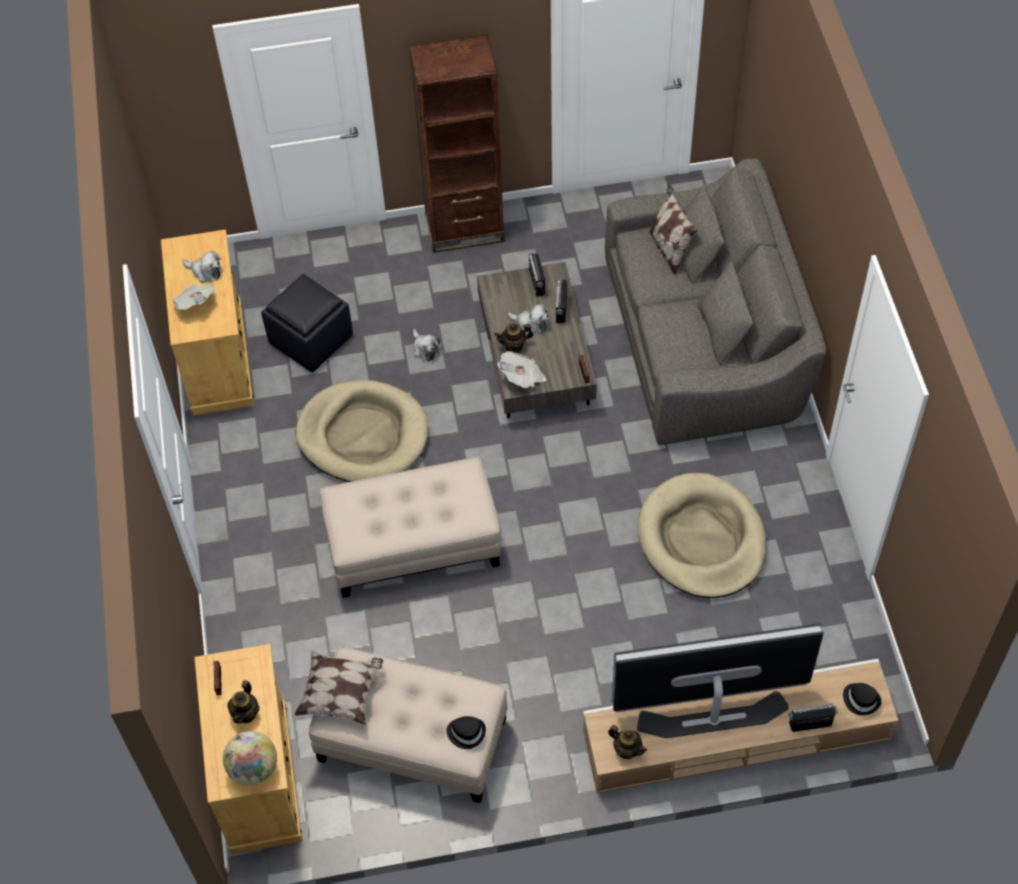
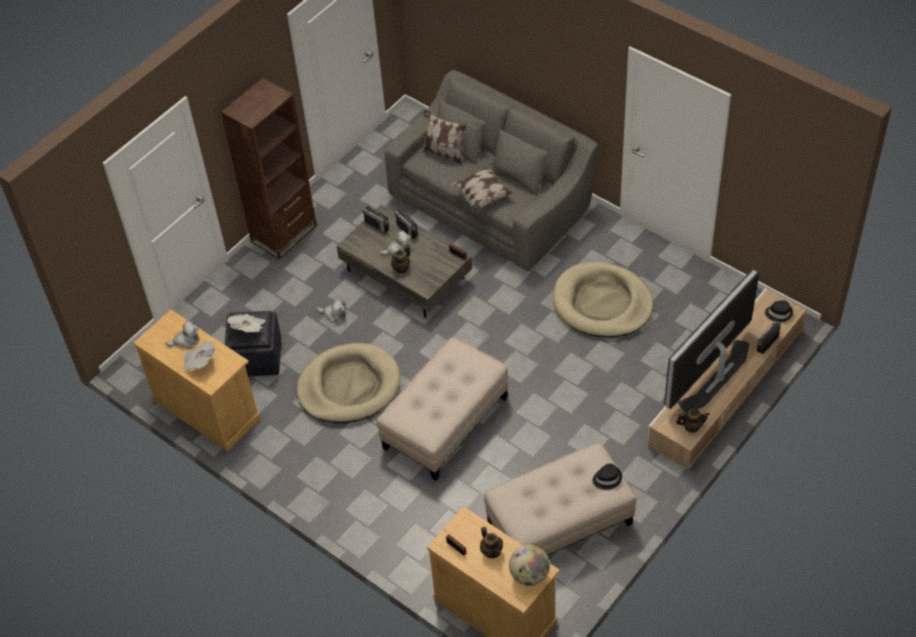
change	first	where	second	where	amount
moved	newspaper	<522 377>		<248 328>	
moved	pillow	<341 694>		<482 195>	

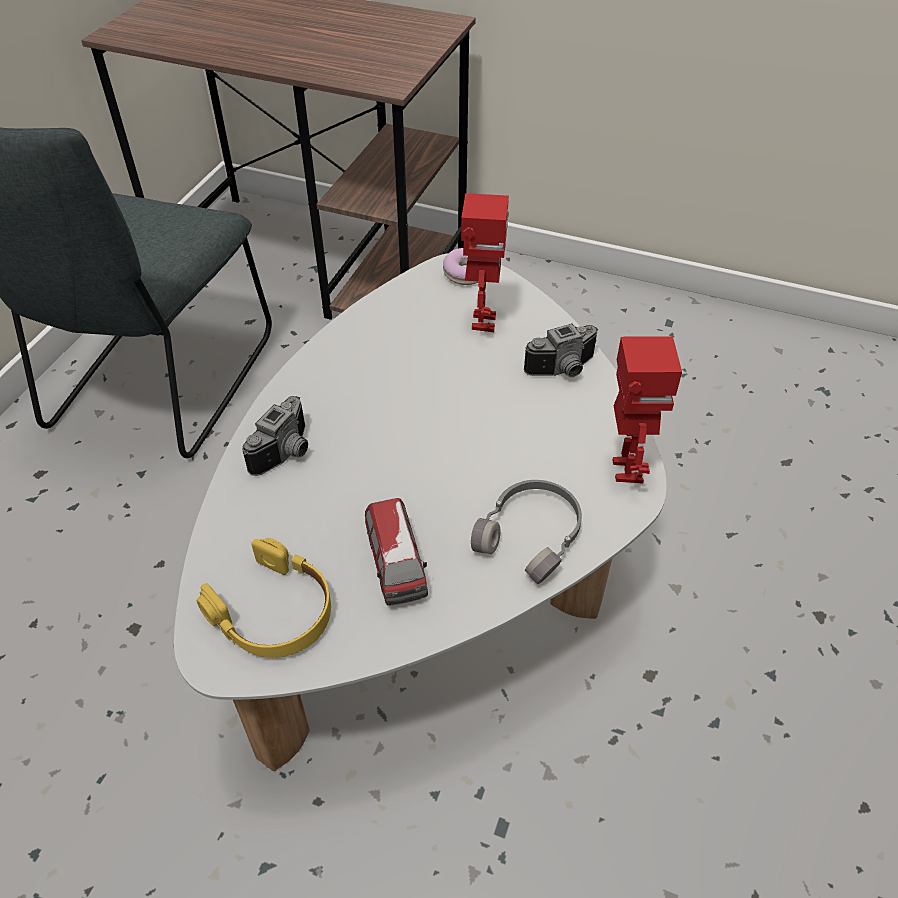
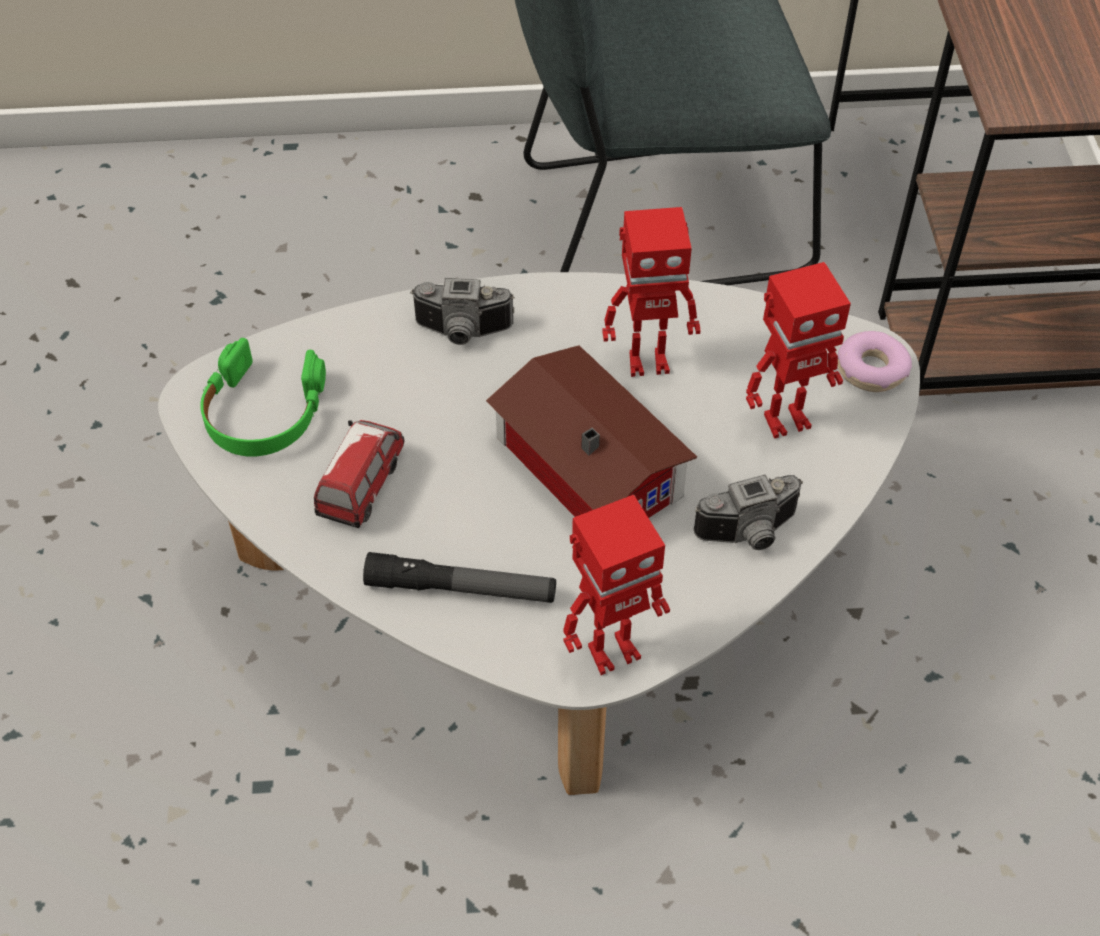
change	first	where	second	where	amount
turned	still camera	<564 370>		<751 534>	60 degrees counterclockwise
replaced	gray headset	<532 535>	hand torch	<461 588>	
turned	model car	<397 566>		<361 485>	150 degrees clockwise
recoloured	yellow headset	<274 611>	greenish headset	<263 412>	
added			toy robot	<647 361>	
added			miniature house	<589 461>	

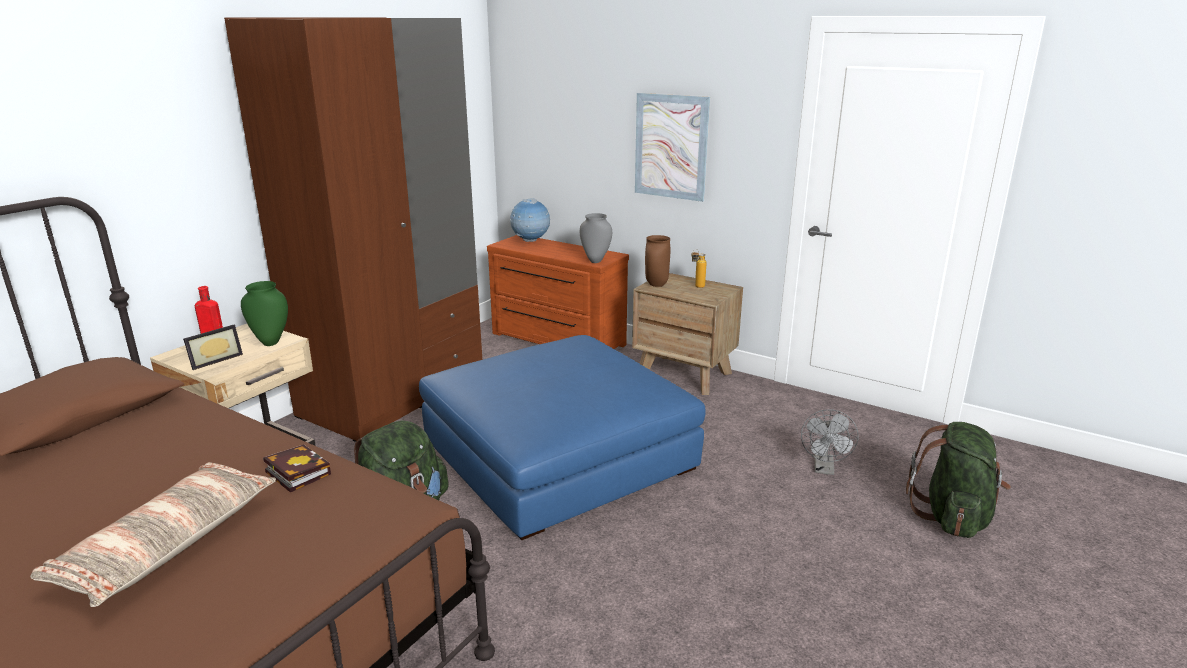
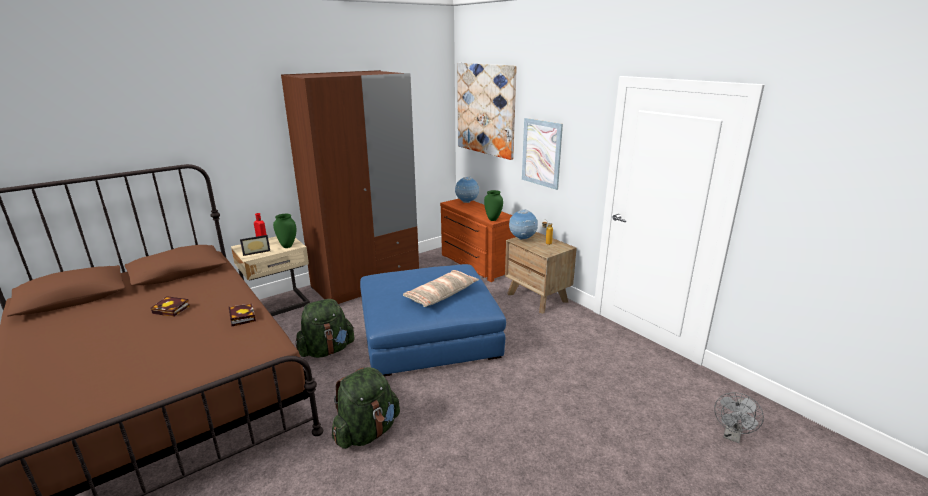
change	first	where	second	where	amount
recoloured	gray vase	<595 261>	greenish vase	<492 219>	
replaced	brownish vase	<657 285>	globe	<522 239>	
moved	gray cooling fan	<824 469>		<732 436>	
moved	greenish knapsack	<952 517>		<367 432>	
moved	pillow	<168 543>		<441 295>	
added			wall picture	<486 109>	
added			book	<173 309>	

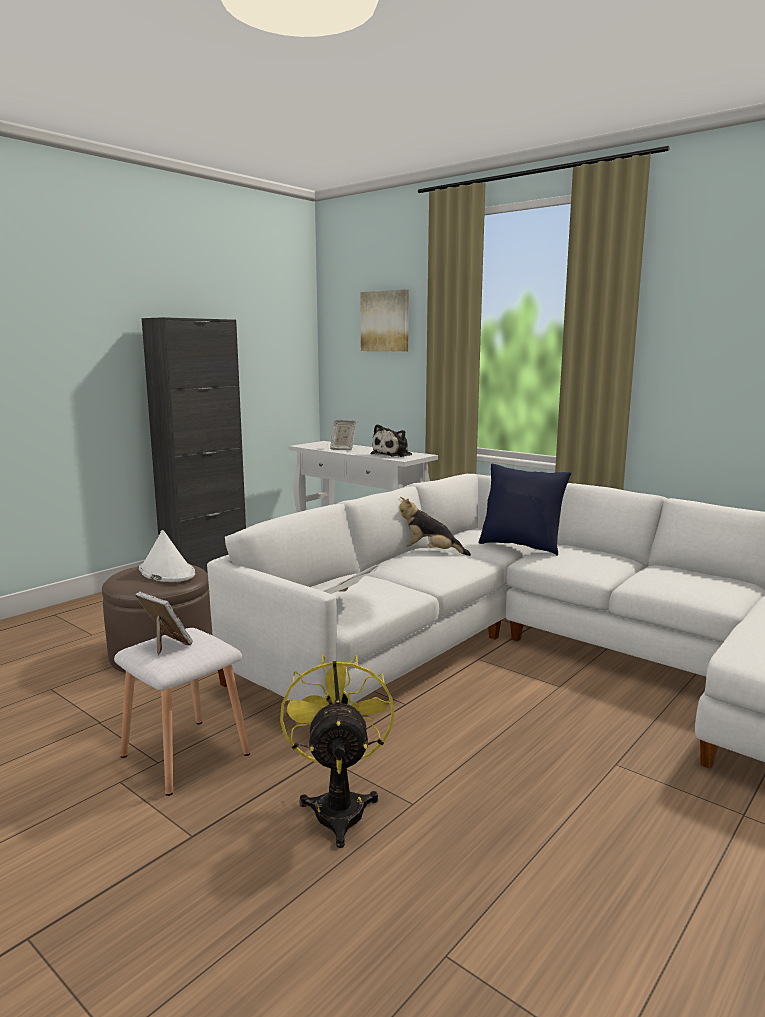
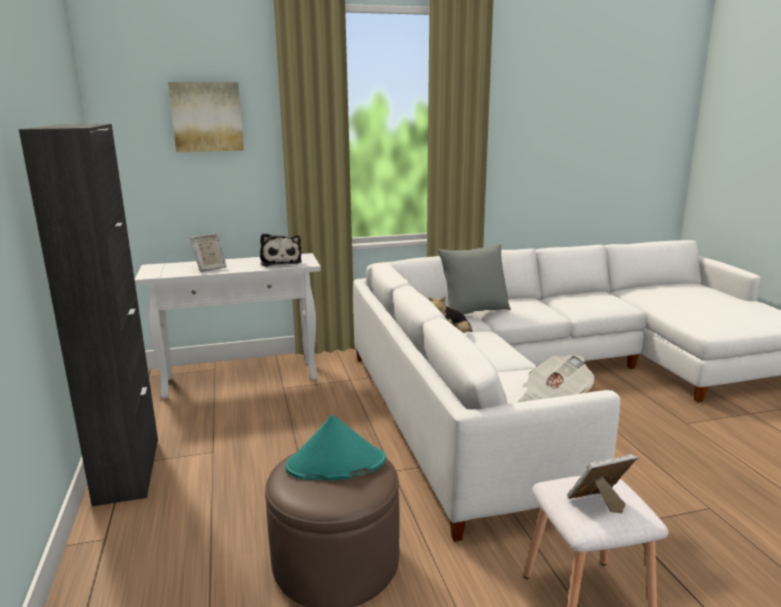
change	first	where	second	where	amount
recoloured	blue pillow	<521 546>	gray pillow	<473 312>	
recoloured	white-coloured wearable hat	<166 572>	turquoise-coloured wearable hat	<335 464>	
removed	yellow cooling fan	<339 806>			

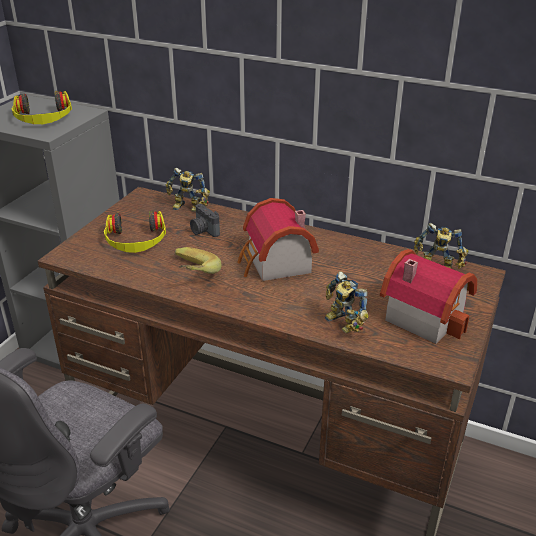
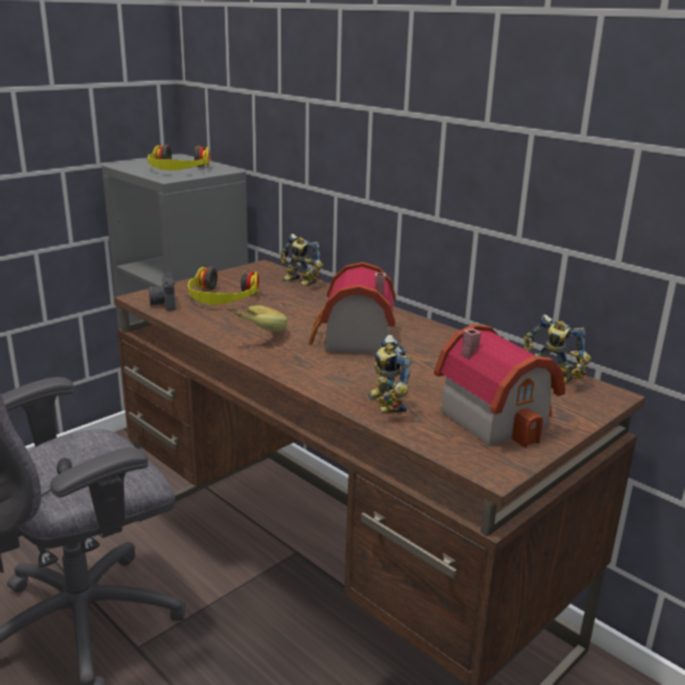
change	first	where	second	where	amount
moved	still camera	<203 231>		<163 304>	

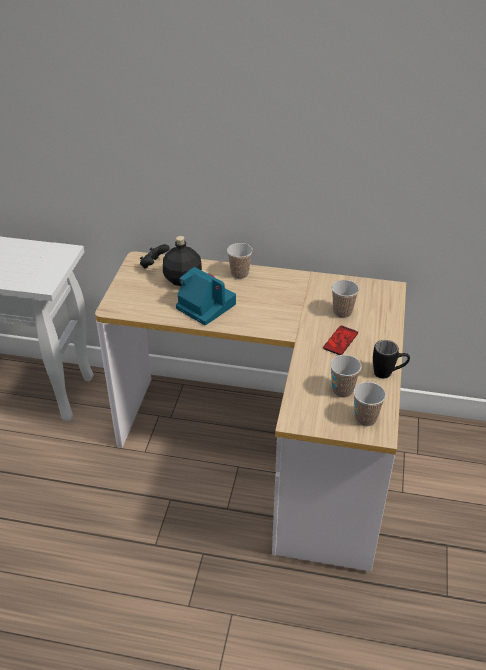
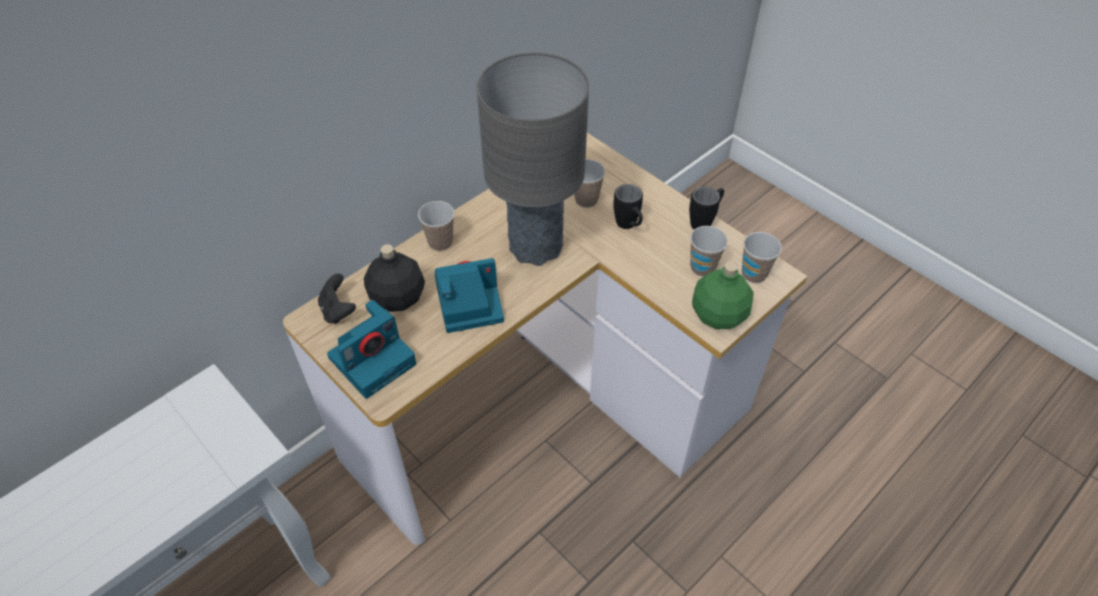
change	first	where	second	where	amount
replaced	phone	<340 341>	blackish tea mug	<629 226>	
added			gray tabletop lamp	<536 247>	
added			greenish drink bottle	<717 314>	
added			still camera	<373 359>	

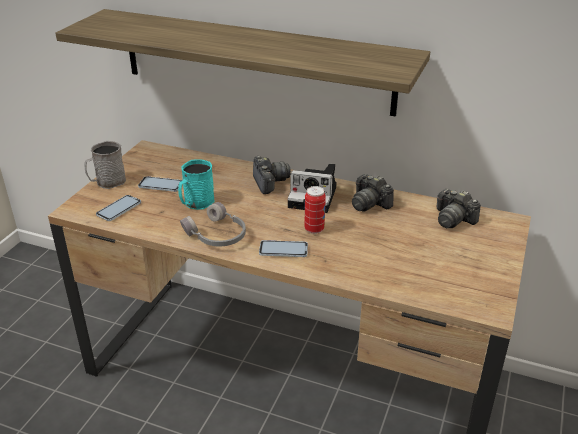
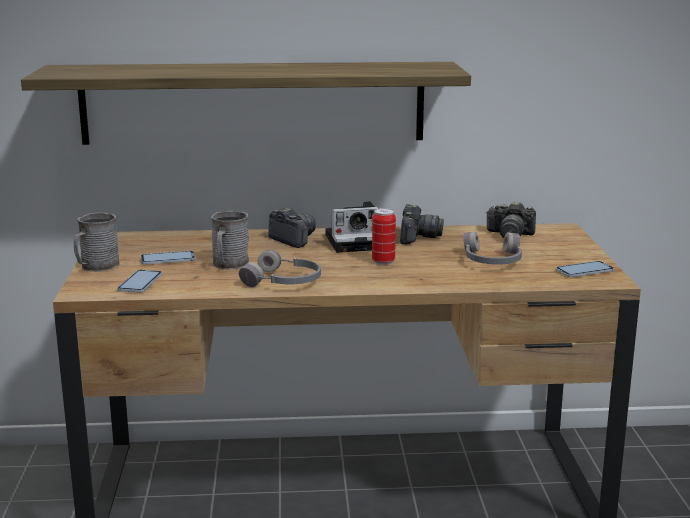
change	first	where	second	where	amount
recoloured	turquoise-coloured tea mug	<196 203>	gray tea mug	<229 265>	
turned	still camera	<369 203>		<417 237>	105 degrees counterclockwise
moved	phone	<283 250>		<584 271>	
added			gray headset	<491 260>	

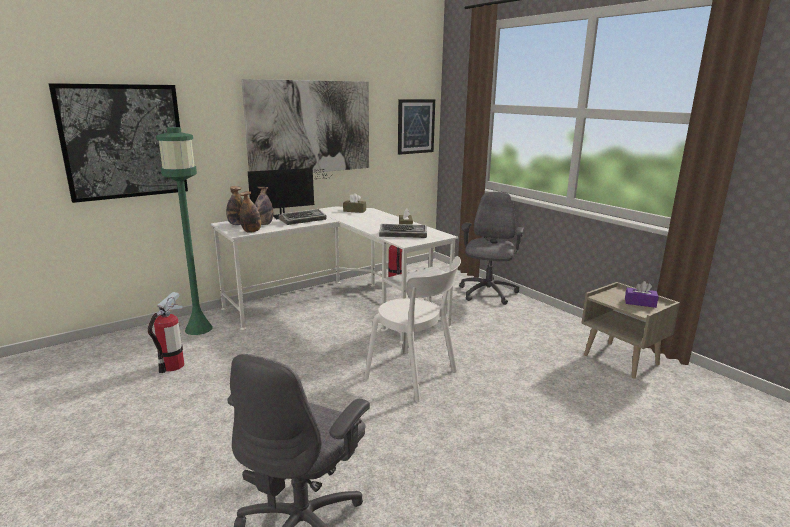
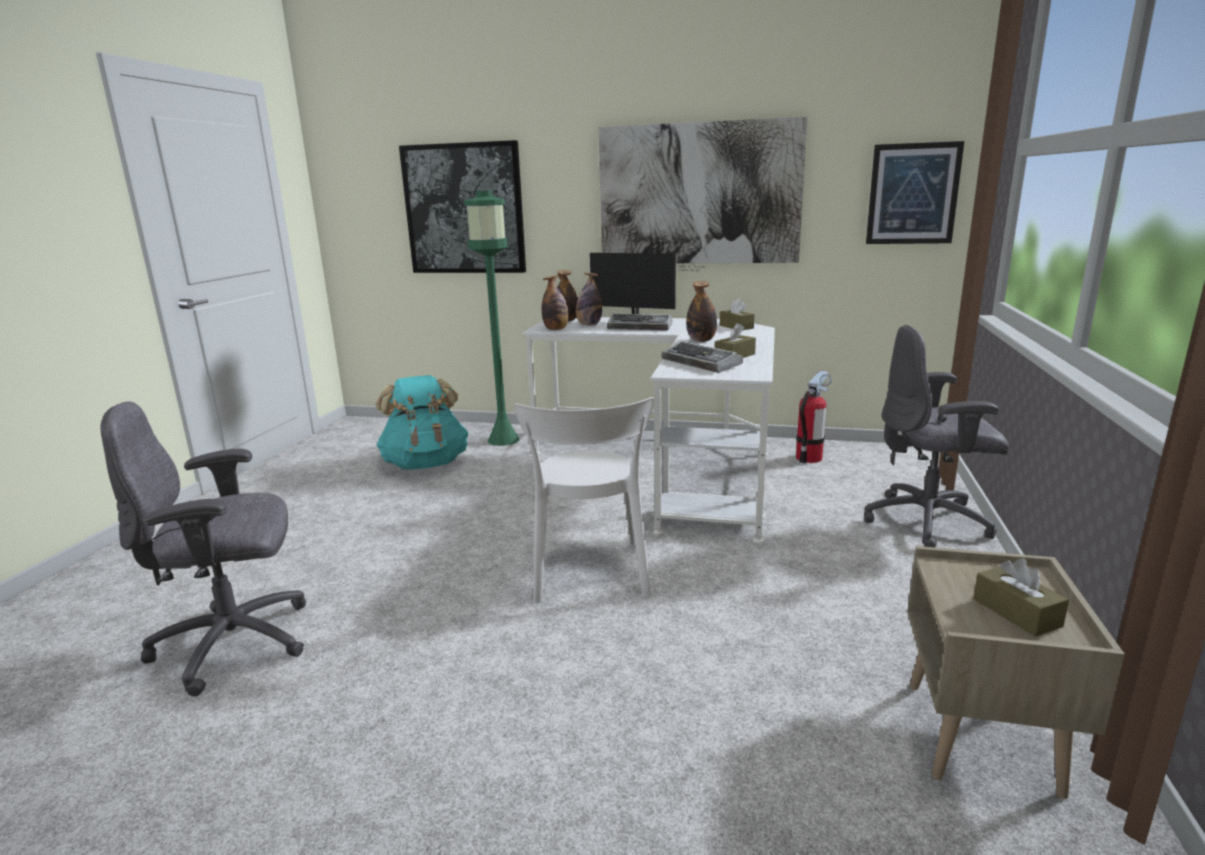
change	first	where	second	where	amount
turned	gray office chair	<487 293>		<928 522>	150 degrees counterclockwise
recoloured	purple tissue box	<640 303>	brownish tissue box	<1016 612>	
replaced	fire extinguisher	<172 366>	turquoise-coloured knapsack	<426 464>	
added			drink bottle	<701 340>	

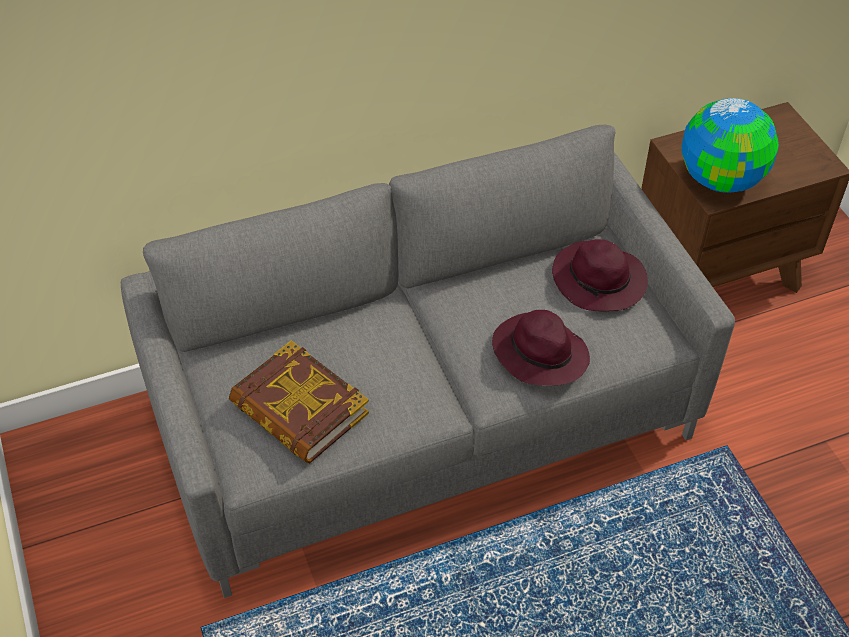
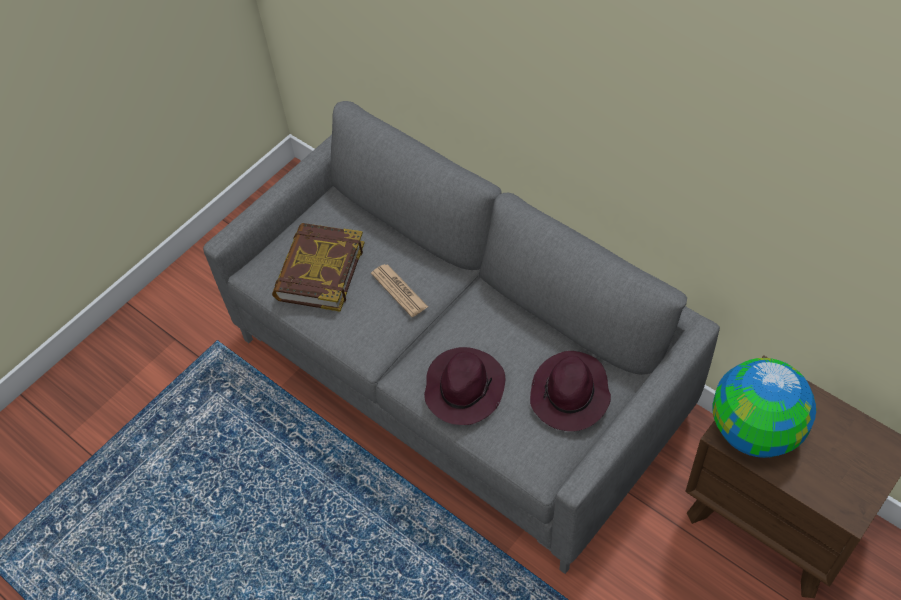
change	first	where	second	where	amount
added			newspaper	<399 290>	

